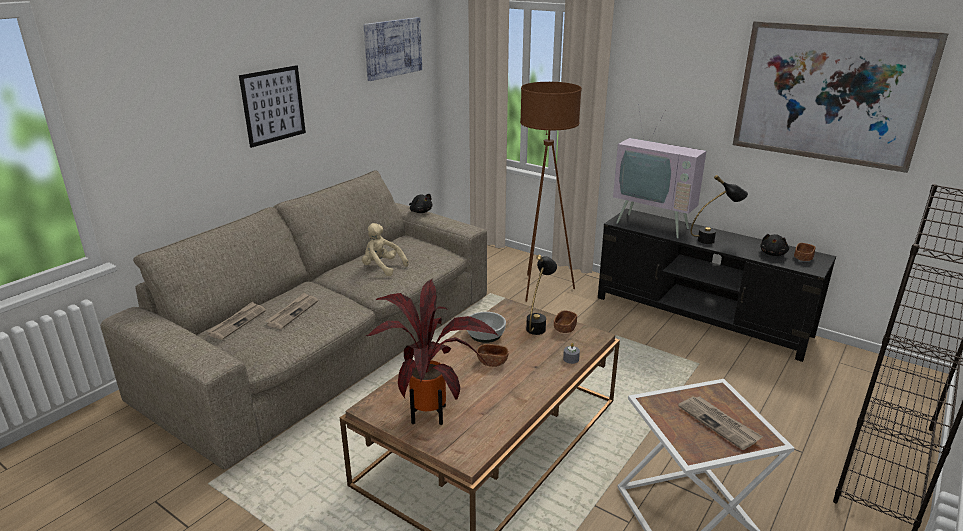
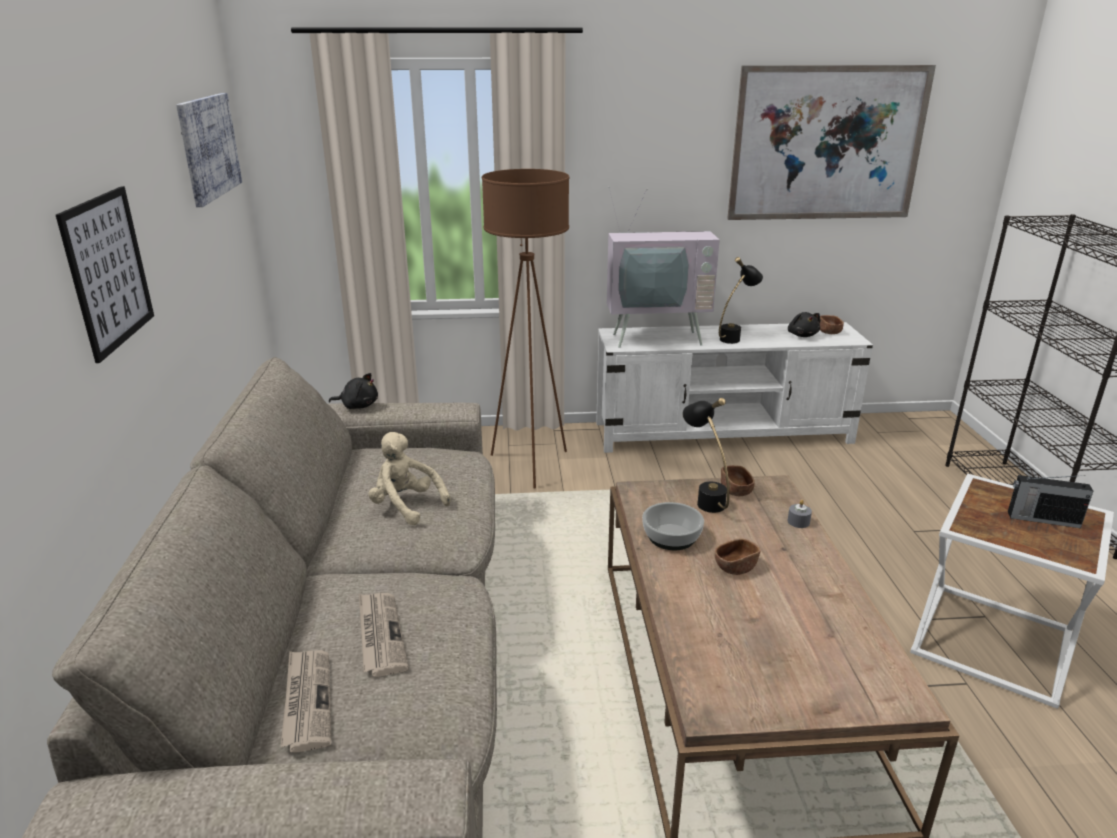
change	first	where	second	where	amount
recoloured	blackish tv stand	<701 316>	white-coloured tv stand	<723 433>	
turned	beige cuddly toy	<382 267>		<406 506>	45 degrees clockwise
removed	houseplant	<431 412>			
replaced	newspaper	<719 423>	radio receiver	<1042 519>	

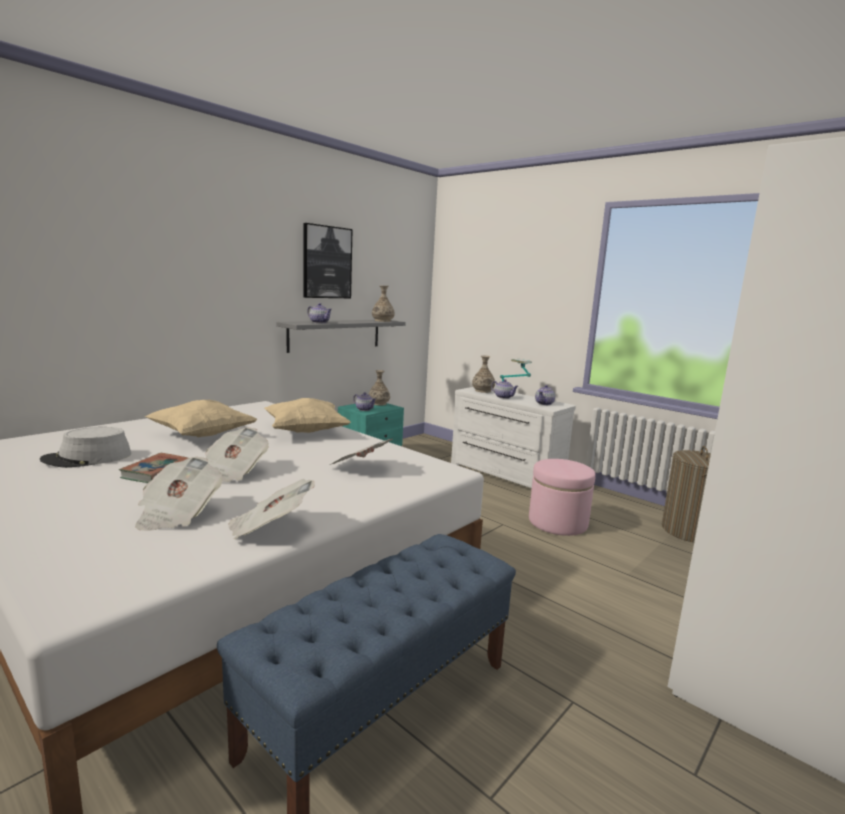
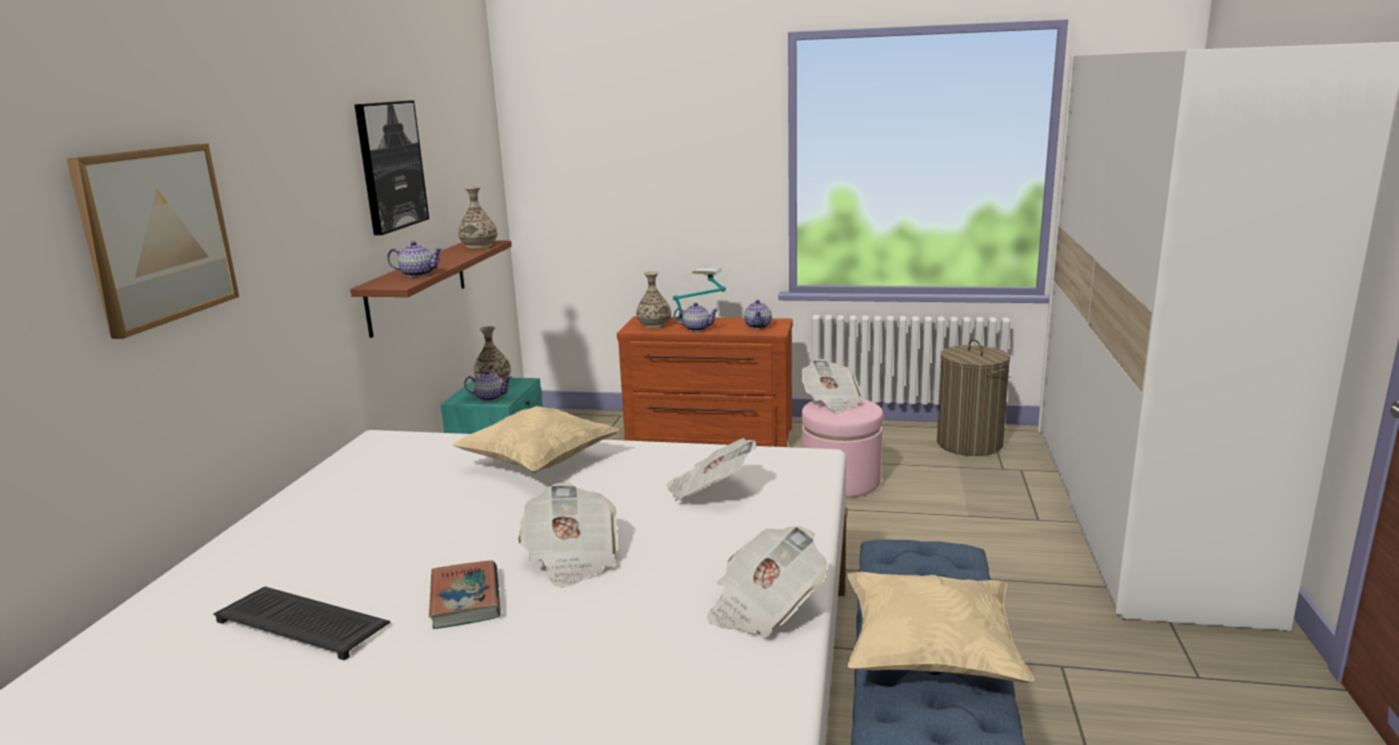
change	first	where	second	where	amount
recoloured	gray wall shelf	<335 334>	brownish wall shelf	<417 286>	
recoloured	white-coloured dresser	<504 474>	brownish dresser	<709 436>	
moved	beige pillow	<202 435>		<930 656>	
replaced	gray wearable hat	<87 458>	PC keyboard	<305 623>	
moved	newspaper	<177 514>		<831 402>	
added			wall picture	<157 235>	

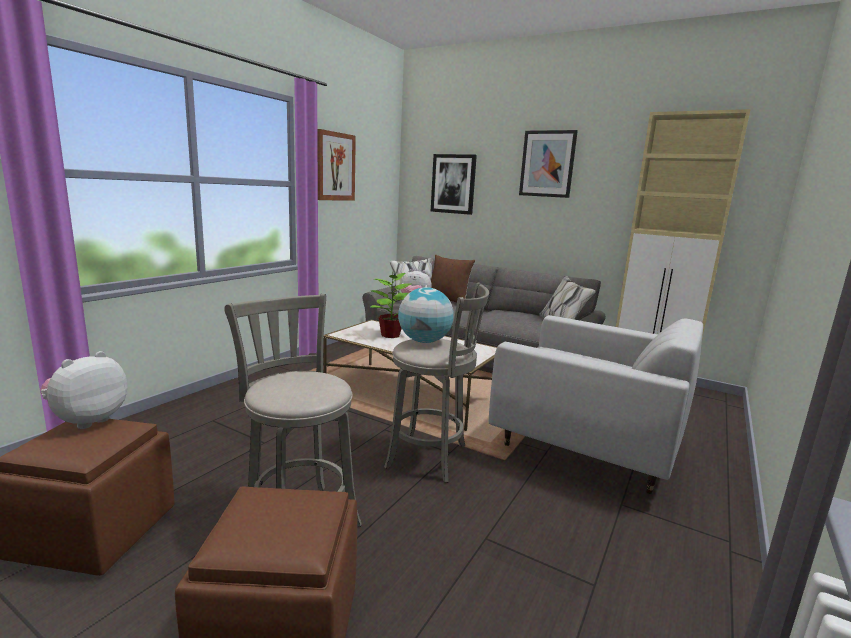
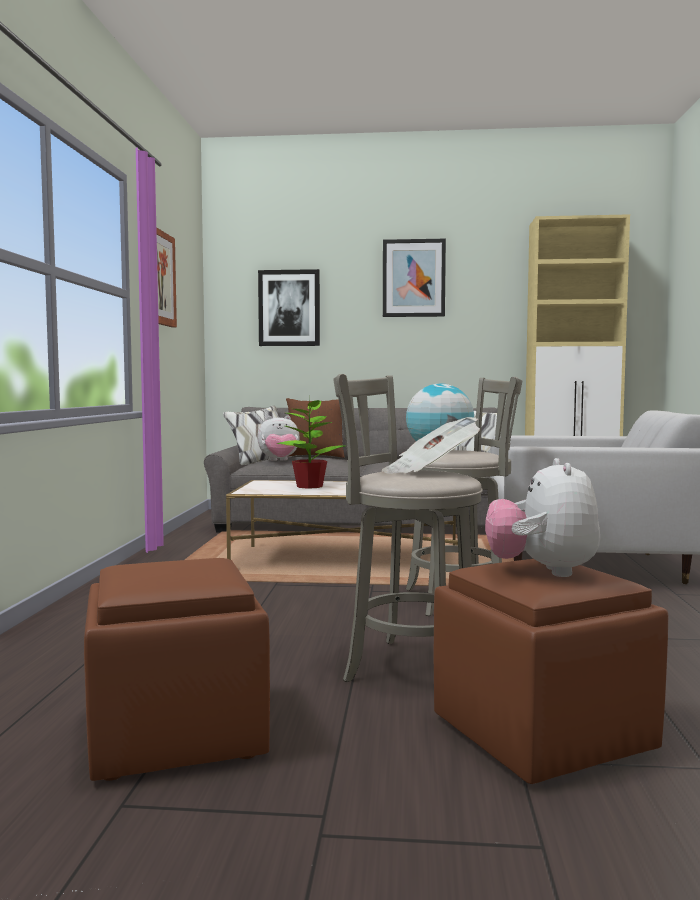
change	first	where	second	where	amount
moved	cuddly toy	<88 420>		<542 571>	
added			newspaper	<430 472>	

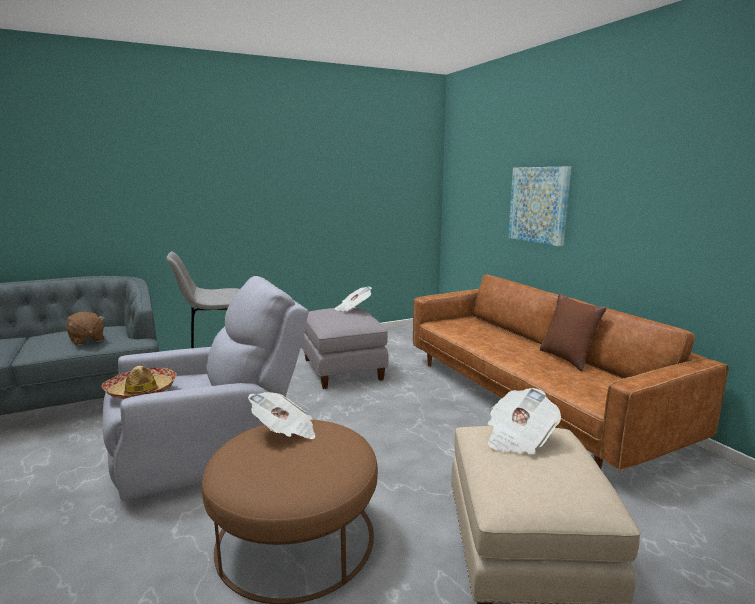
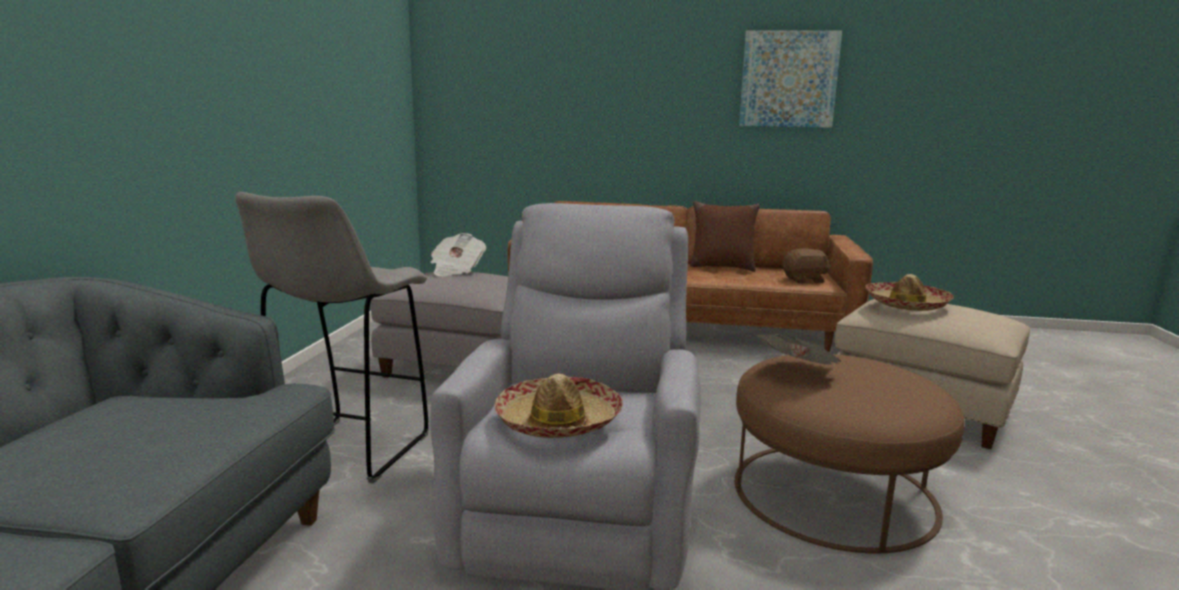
change	first	where	second	where	amount
moved	wall picture	<538 205>		<788 79>	
moved	brownish cuddly toy	<86 340>		<804 280>	
replaced	newspaper	<518 438>	wearable hat	<906 304>	

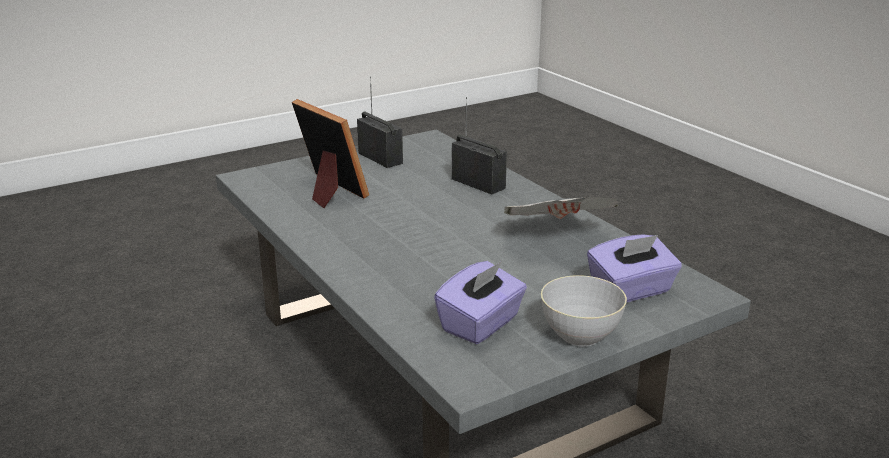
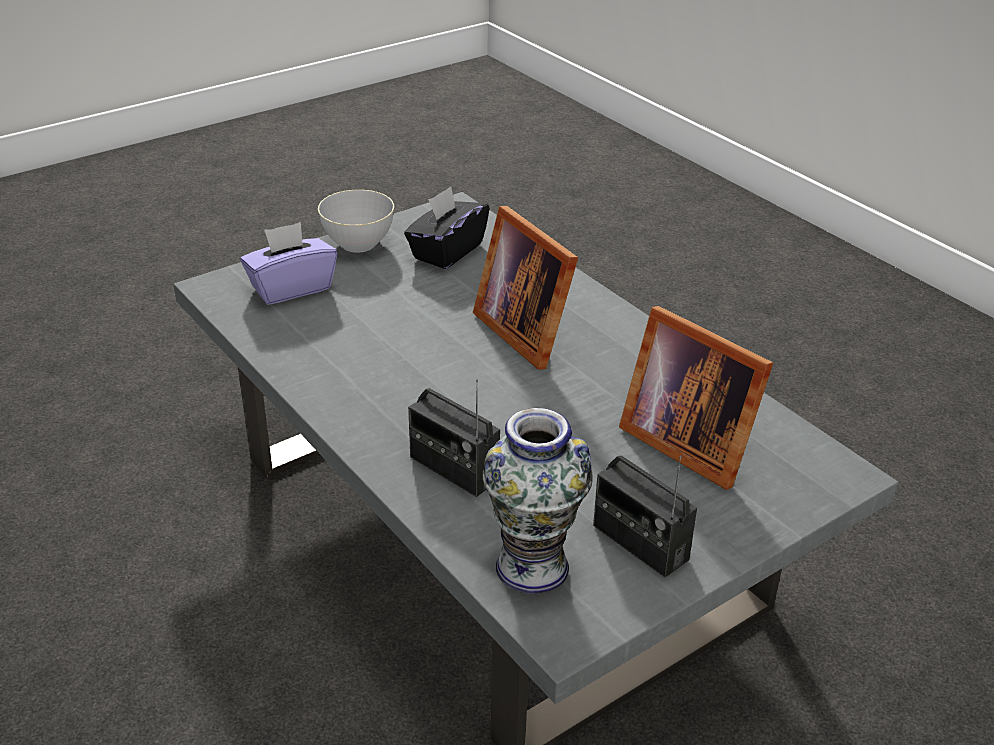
change	first	where	second	where	amount
removed	newspaper	<557 236>			
recoloured	purple tissue box	<481 324>	blackish tissue box	<447 251>	
added			photo frame	<526 331>	
added			vase	<532 566>	

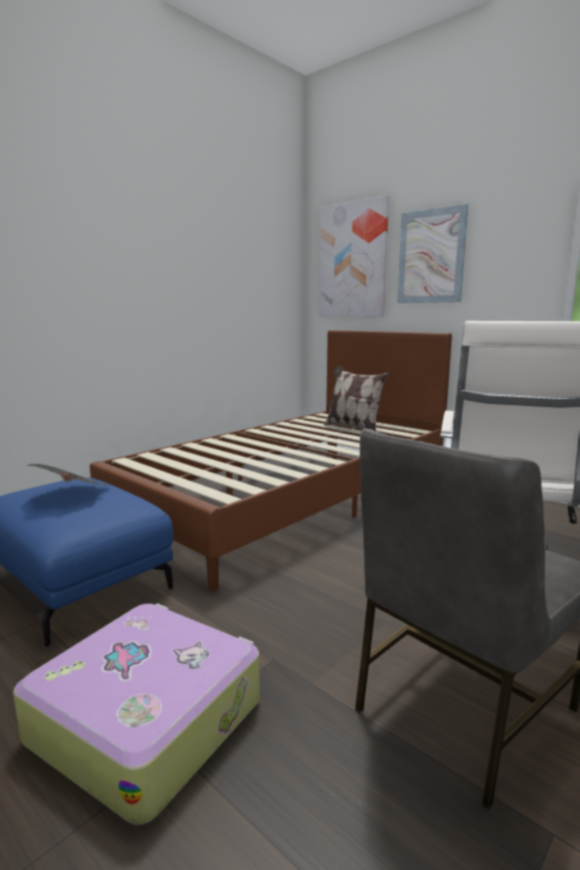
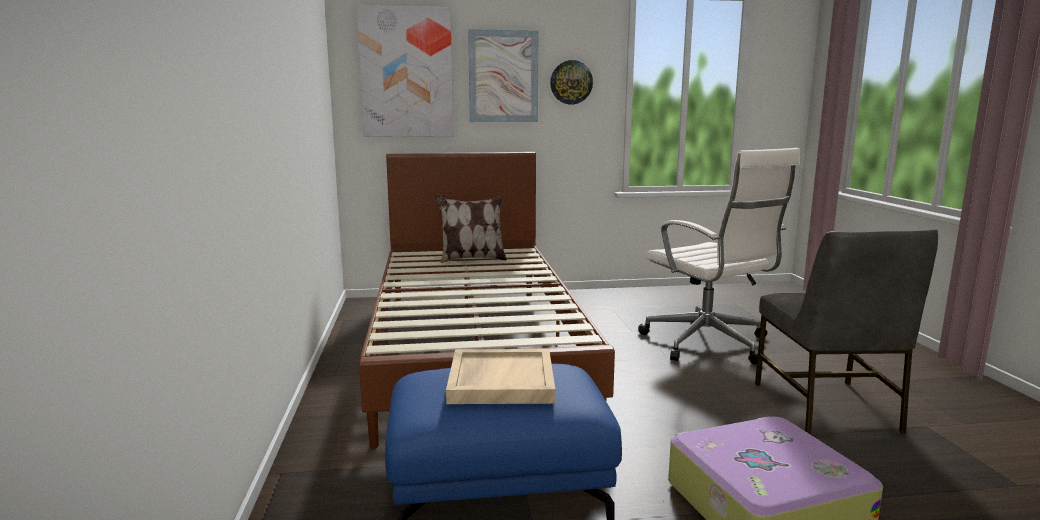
change	first	where	second	where	amount
replaced	newspaper	<73 494>	beige tray	<500 380>	
added			wall clock	<571 82>	

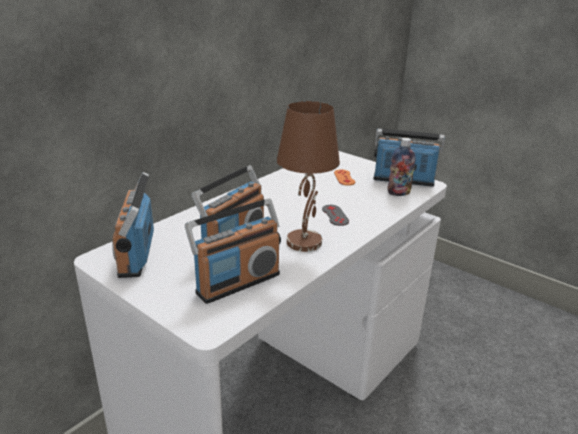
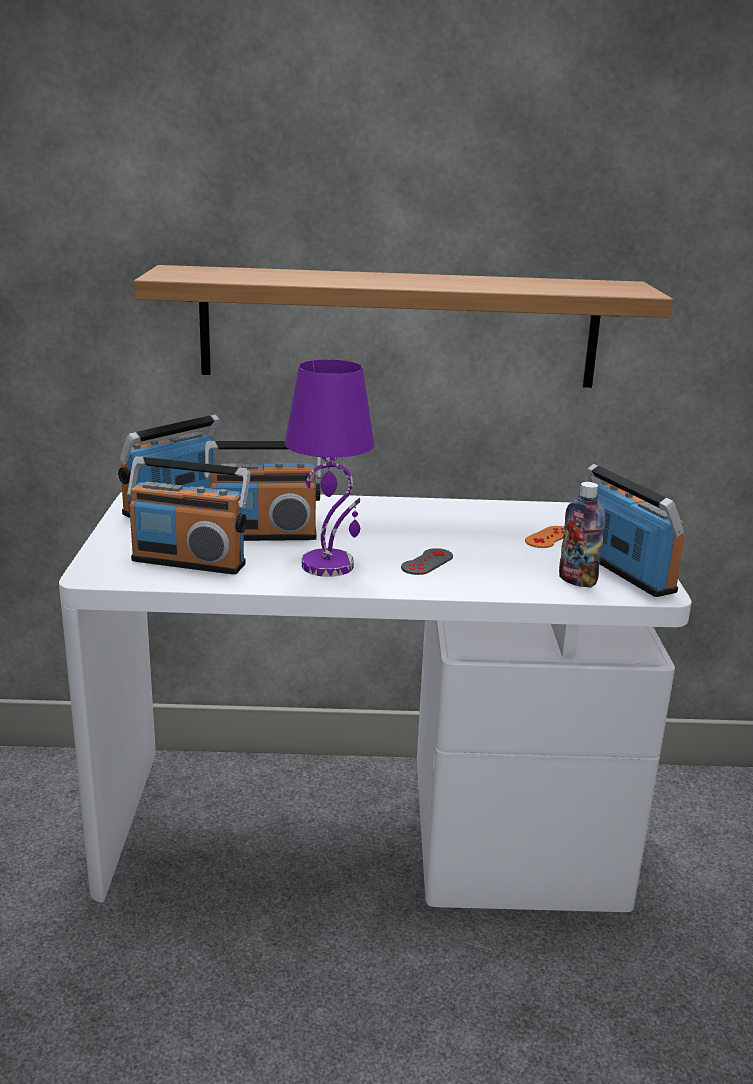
change	first	where	second	where	amount
recoloured	brownish tabletop lamp	<304 241>	purple tabletop lamp	<329 565>	
added			wall shelf	<399 327>	

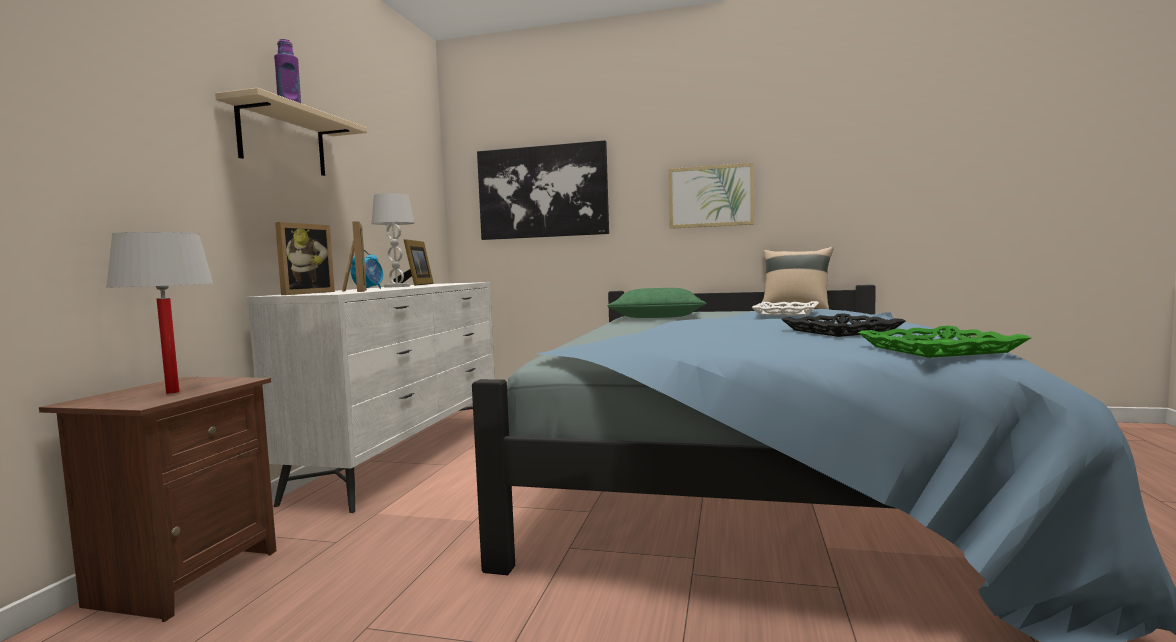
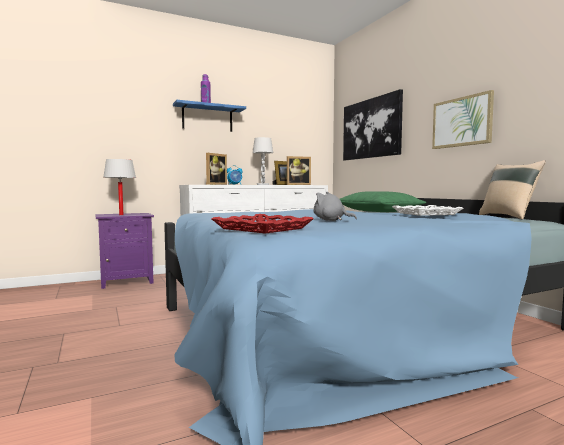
change	first	where	second	where	amount
recoloured	beige wall shelf	<283 141>	blue wall shelf	<207 118>	
moved	photo frame	<303 293>		<297 184>	
replaced	blackish tray	<841 331>	gray cuddly toy	<331 220>	
recoloured	greenish tray	<937 349>	red-coloured tray	<263 228>	
recoloured	brownish nightstand	<182 577>	purple nightstand	<126 281>	

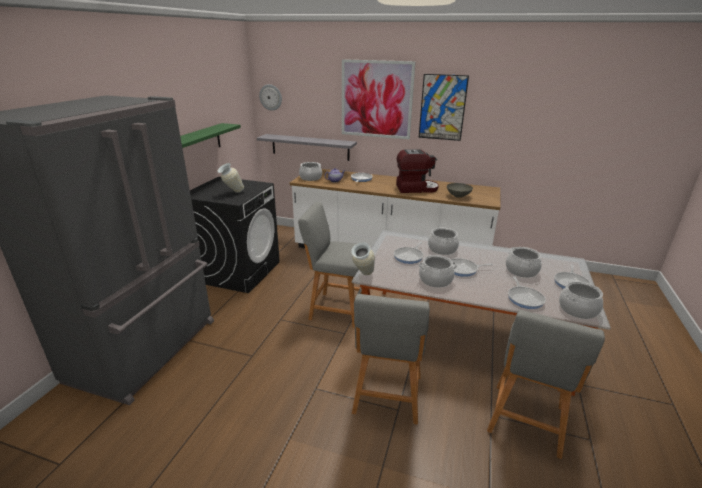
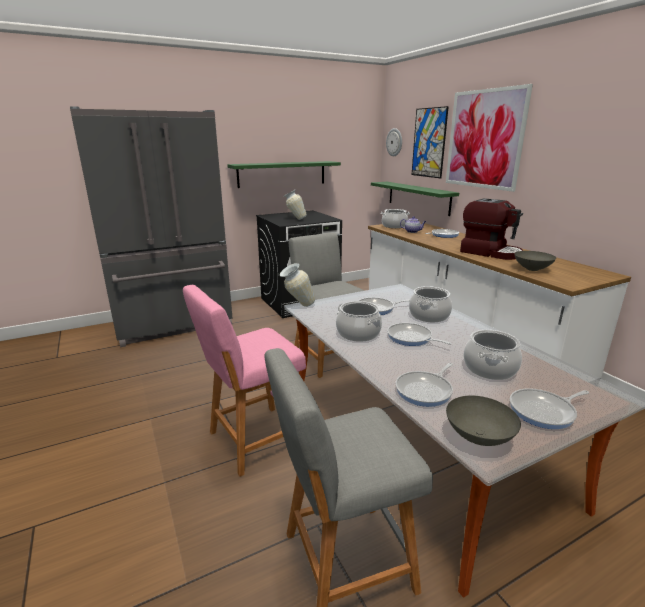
change	first	where	second	where	amount
moved	wall picture	<442 107>		<429 143>	
recoloured	gray wall shelf	<310 147>	greenish wall shelf	<418 197>	
replaced	saucepot	<577 309>	gray serving bowl	<480 437>	
recoloured	gray stool seat	<387 397>	pink-coloured stool seat	<253 440>	

